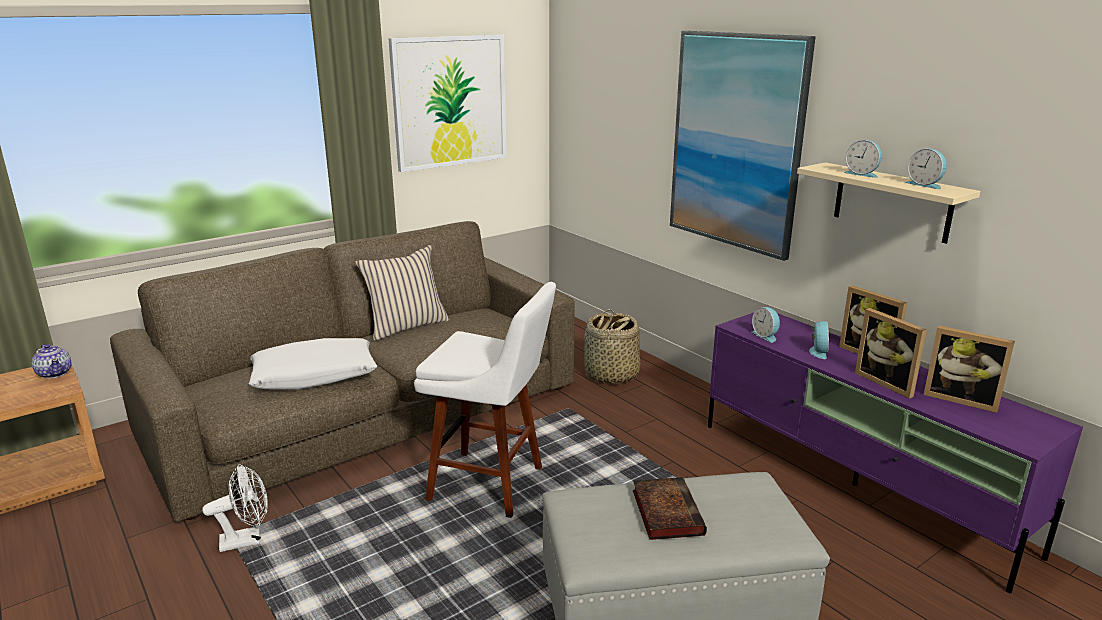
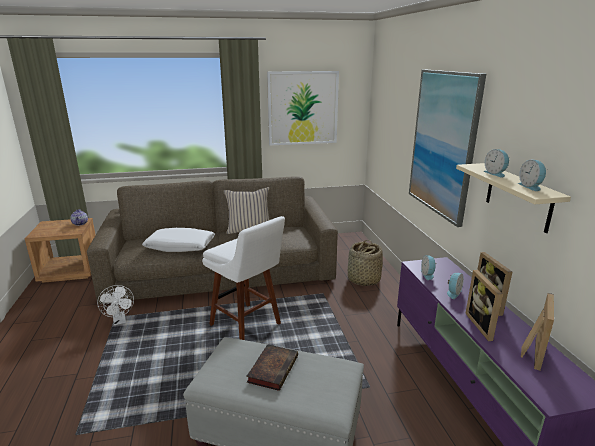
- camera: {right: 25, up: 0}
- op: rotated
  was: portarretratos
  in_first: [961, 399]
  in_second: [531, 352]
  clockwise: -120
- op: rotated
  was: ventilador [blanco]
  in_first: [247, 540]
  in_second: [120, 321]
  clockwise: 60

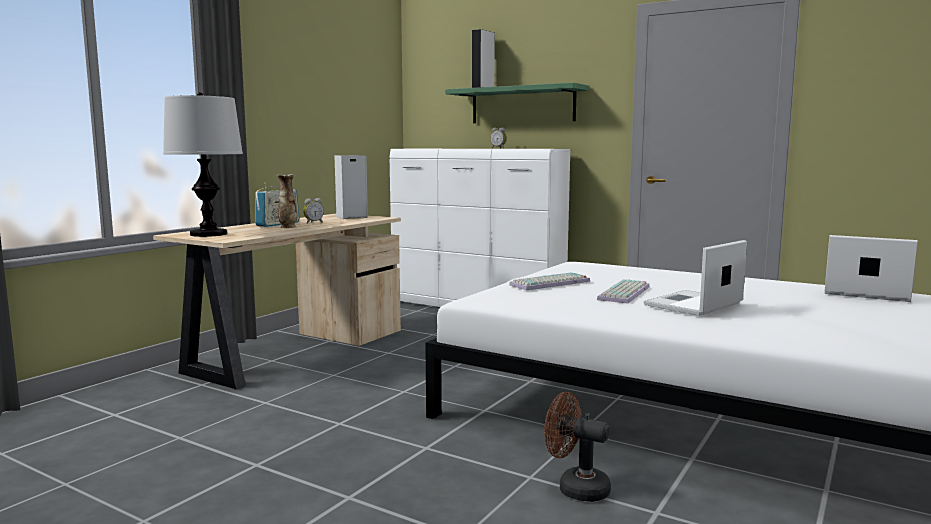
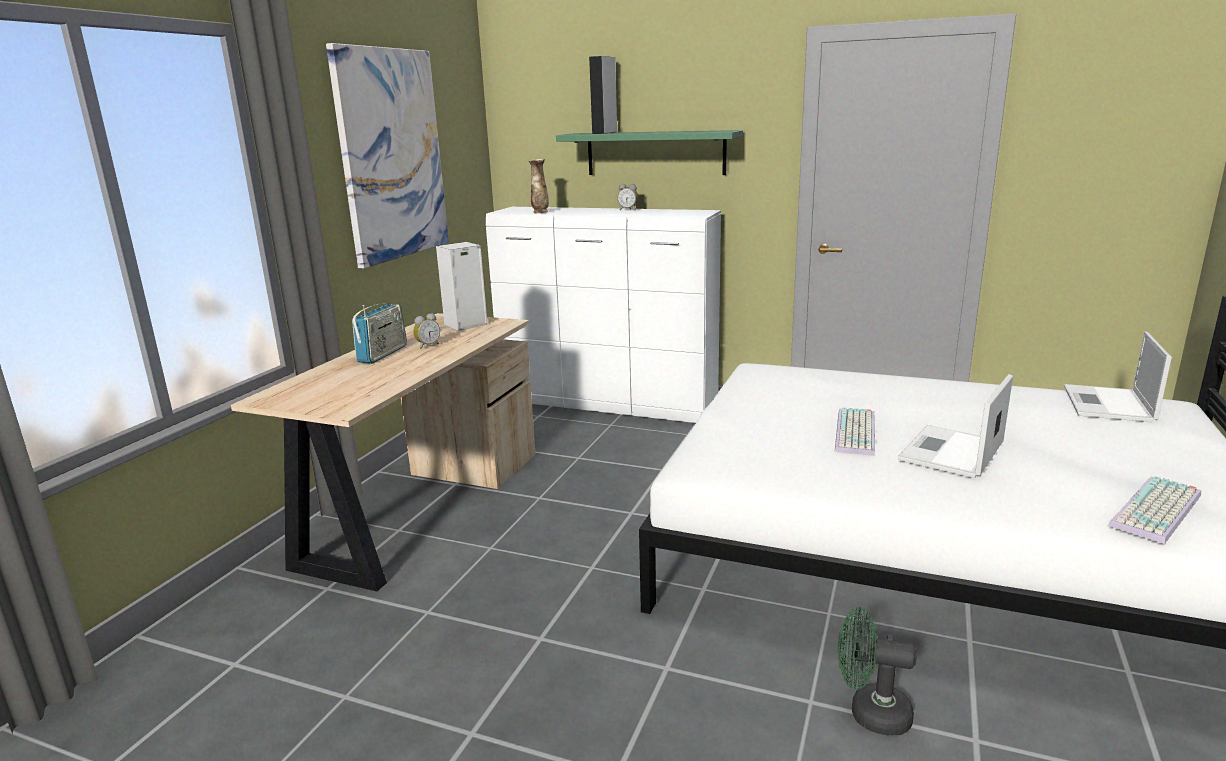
- camera: {right: -10, up: 10}
- op: gone
  was: lámpara de mesa
  in_first: [208, 234]
- op: shifted
  was: florero
  in_first: [288, 227]
  in_second: [540, 212]
- op: rotated
  was: portátil
  in_first: [864, 293]
  in_second: [1108, 405]
  clockwise: -90
- op: shifted
  was: teclado
  in_first: [550, 283]
  in_second: [1158, 511]
- op: repainted
  was: ventilador [marrón]
  now: ventilador [verde]
  in_first: [575, 488]
  in_second: [870, 713]
- op: new
  now: cuadro
  in_second: [391, 155]

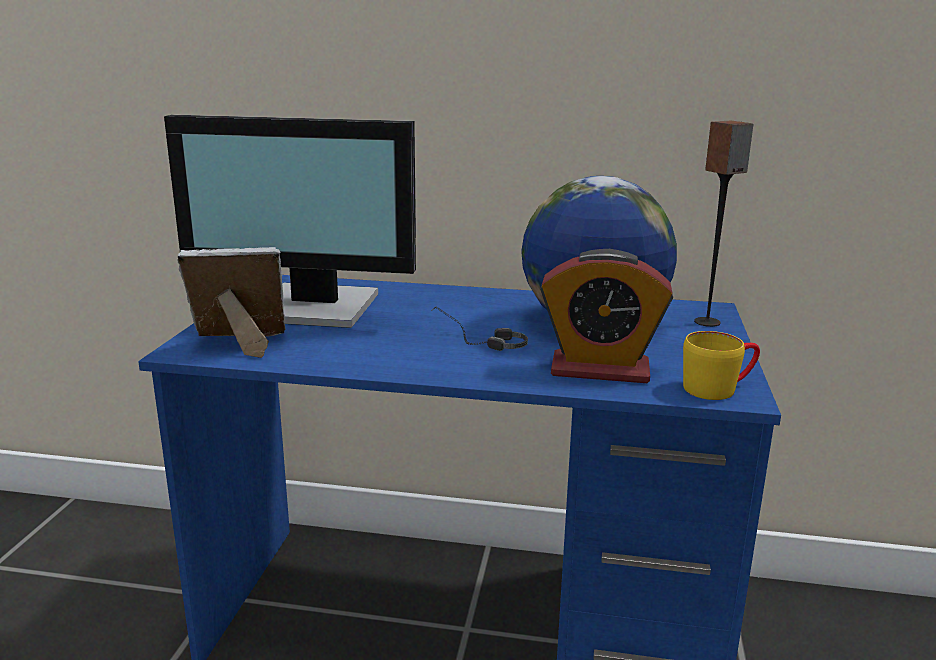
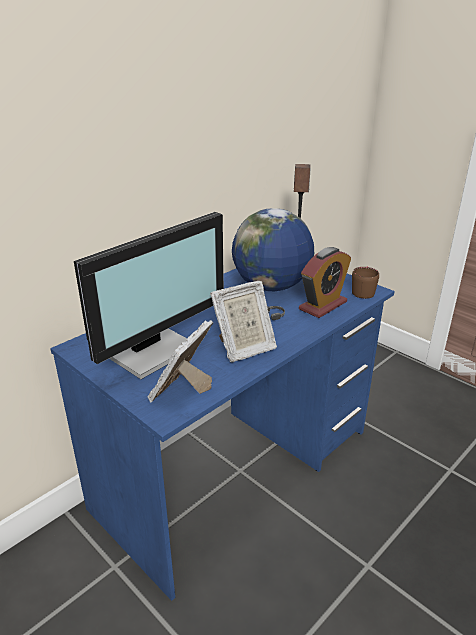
- camera: {right: -55, up: 10}
- op: repainted
  was: taza grande [amarillo]
  now: taza grande [marrón]
  in_first: [719, 387]
  in_second: [363, 290]
- op: new
  now: portarretratos
  in_second: [244, 349]

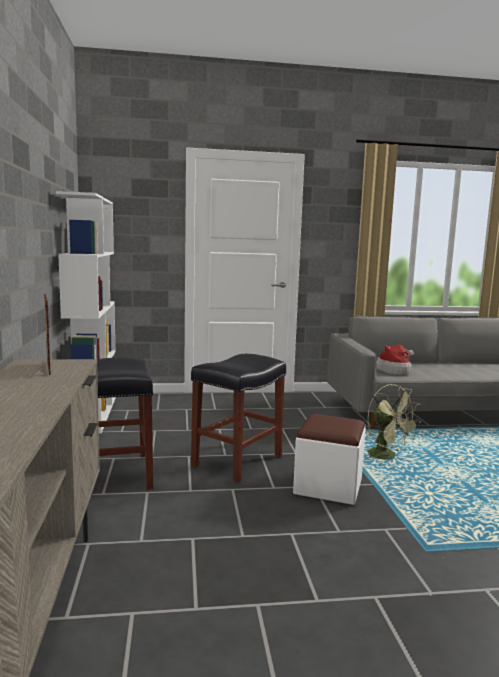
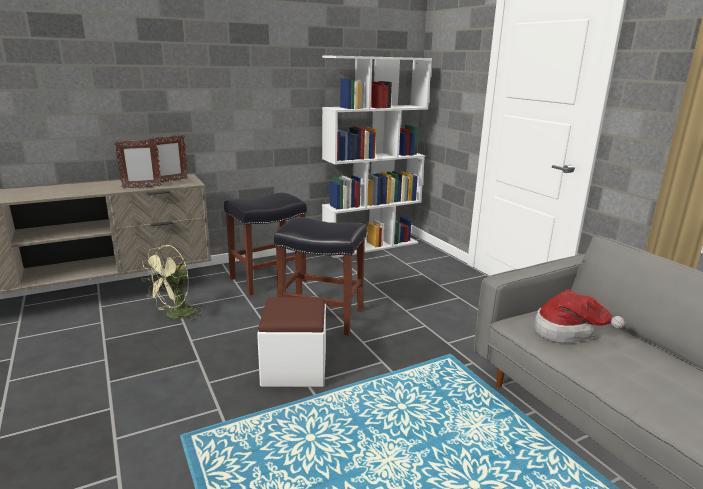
- camera: {right: 70, up: 10}
- op: shifted
  was: ventilador [verde]
  in_first: [387, 457]
  in_second: [176, 315]
- op: new
  now: portarretratos
  in_second: [141, 187]

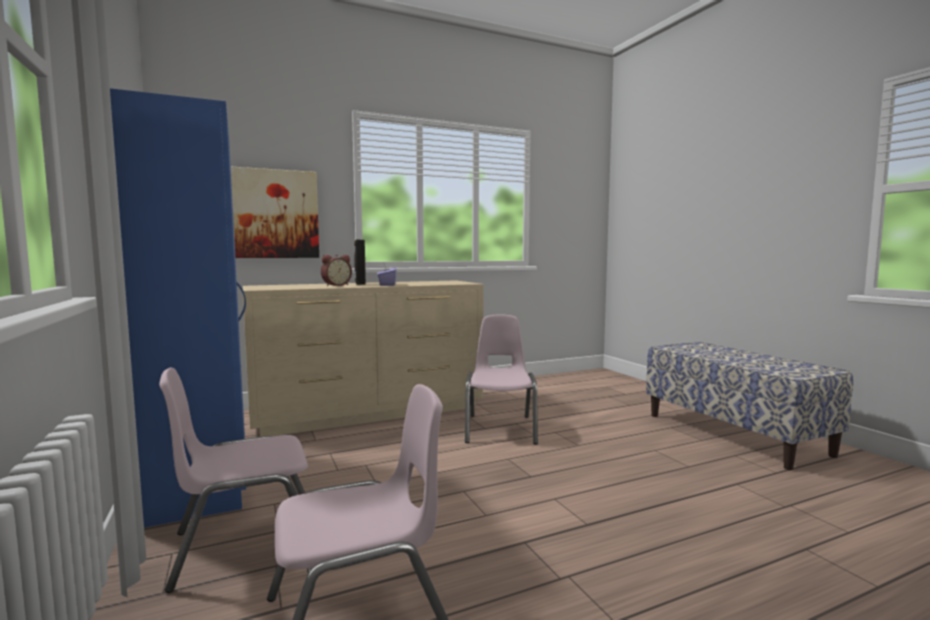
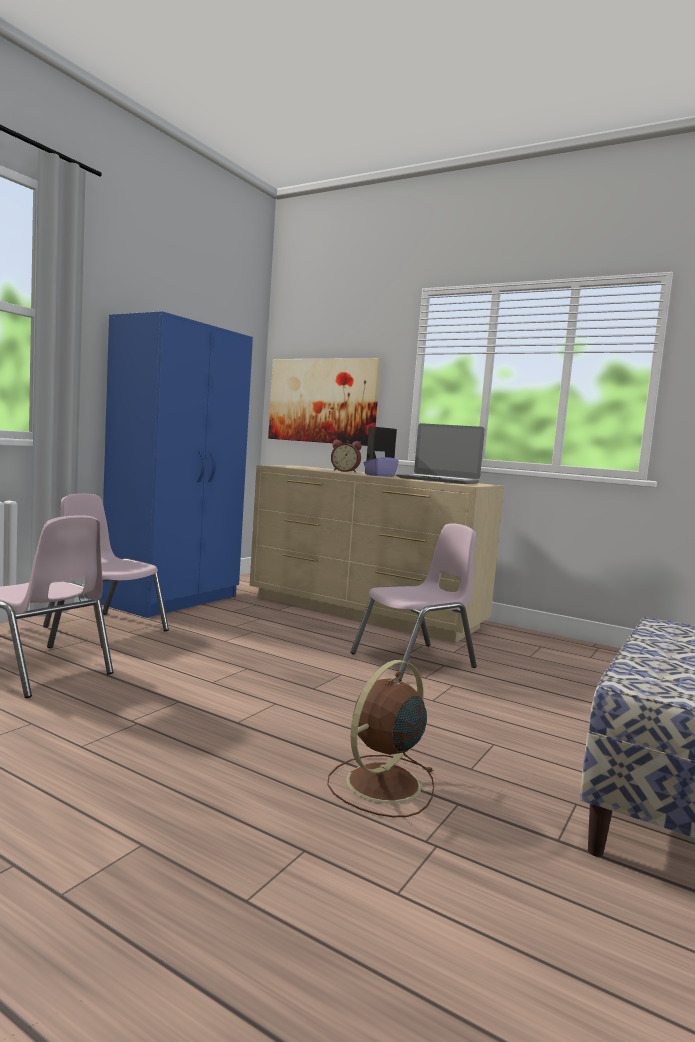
- camera: {right: 55, up: 0}
- op: new
  now: portátil
  in_second: [438, 480]
- op: new
  now: ventilador [marrón]
  in_second: [381, 785]

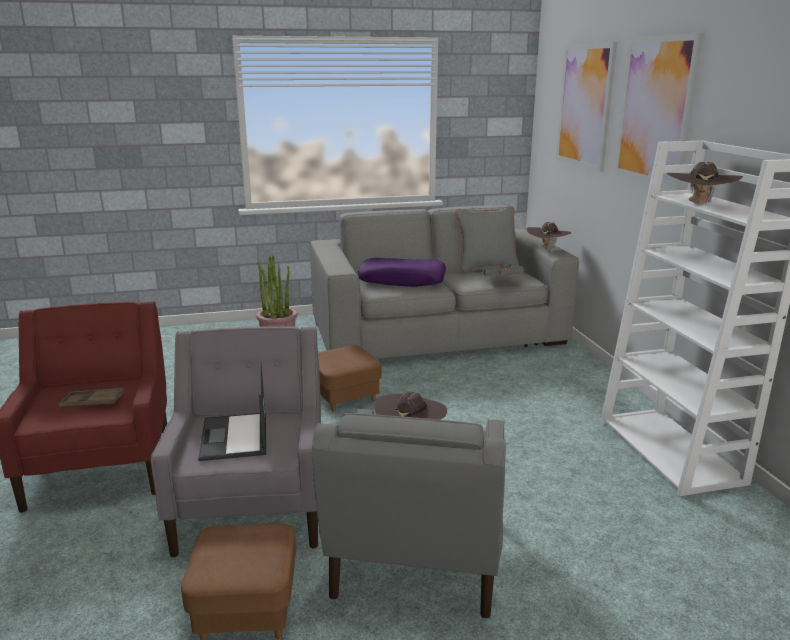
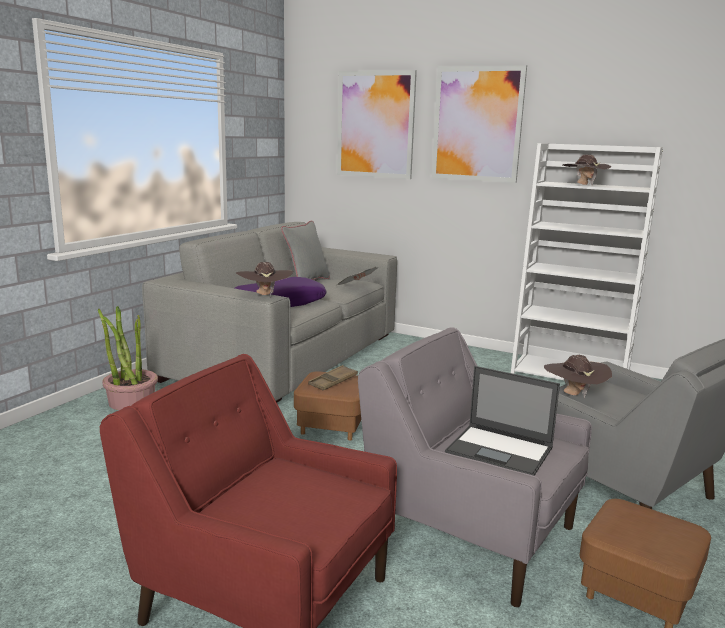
- camera: {right: -50, up: -5}
- op: shifted
  was: sombrero [marrón]
  in_first: [547, 249]
  in_second: [265, 295]
- op: shifted
  was: bandeja [marrón]
  in_first: [92, 402]
  in_second: [333, 381]

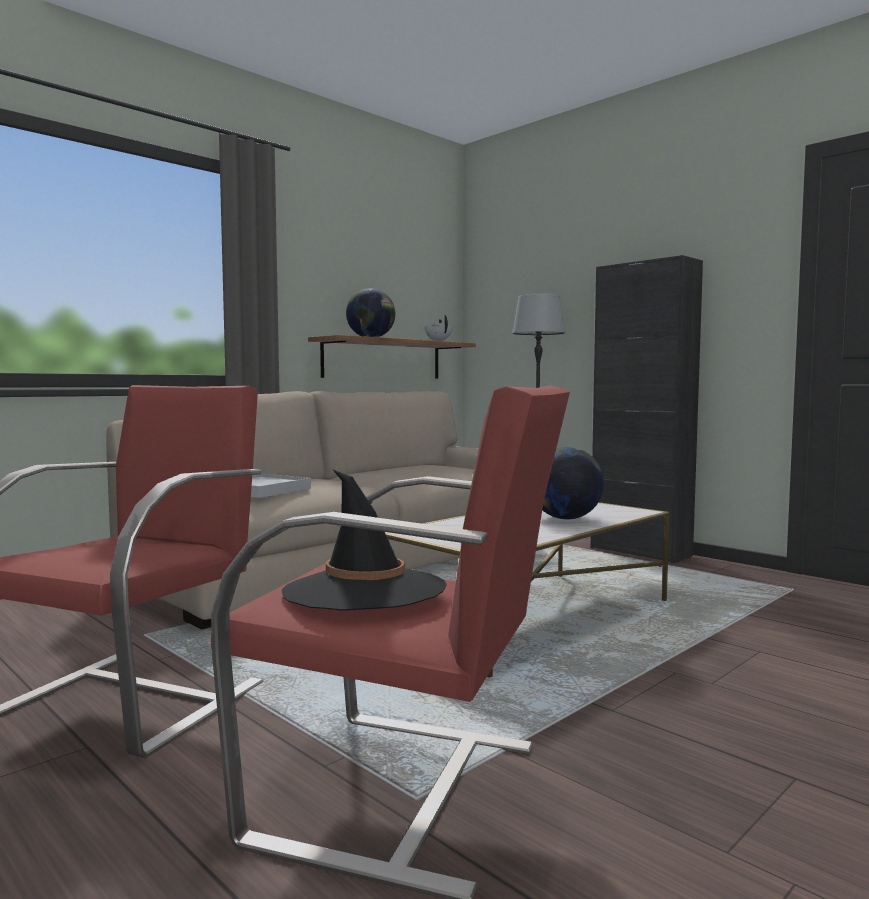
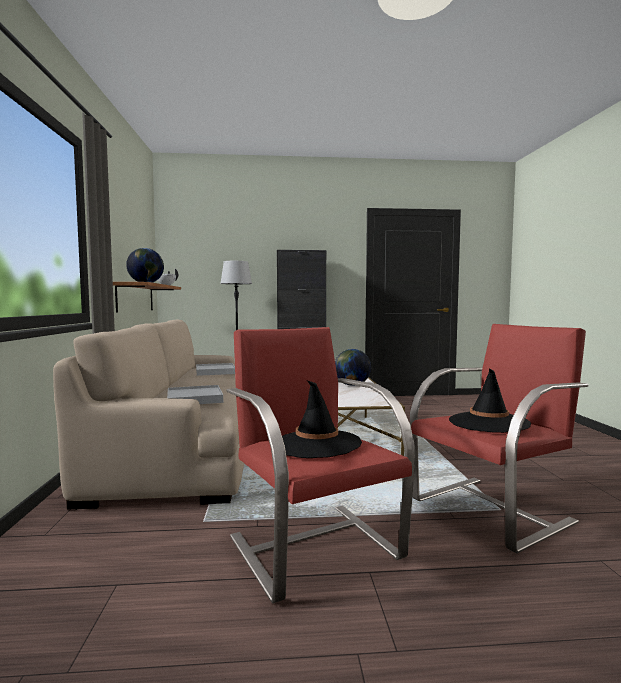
- camera: {right: -50, up: 0}
- op: new
  now: bandeja [blanco]
  in_second: [215, 371]
- op: new
  now: sombrero [negro]
  in_second: [316, 444]

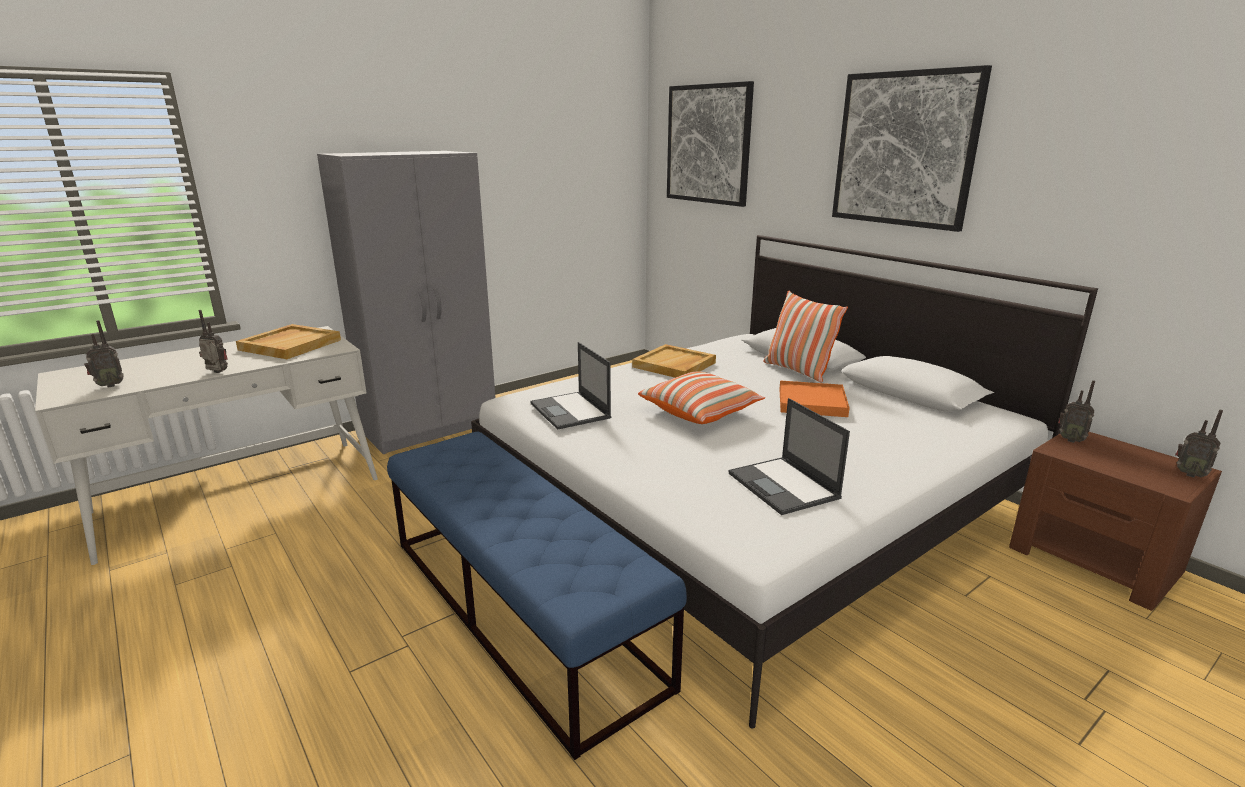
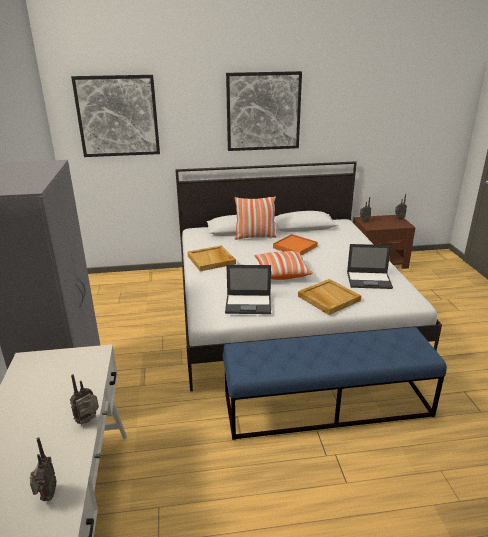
- camera: {right: -60, up: 5}
- op: shifted
  was: bandeja [beis]
  in_first: [290, 344]
  in_second: [328, 298]

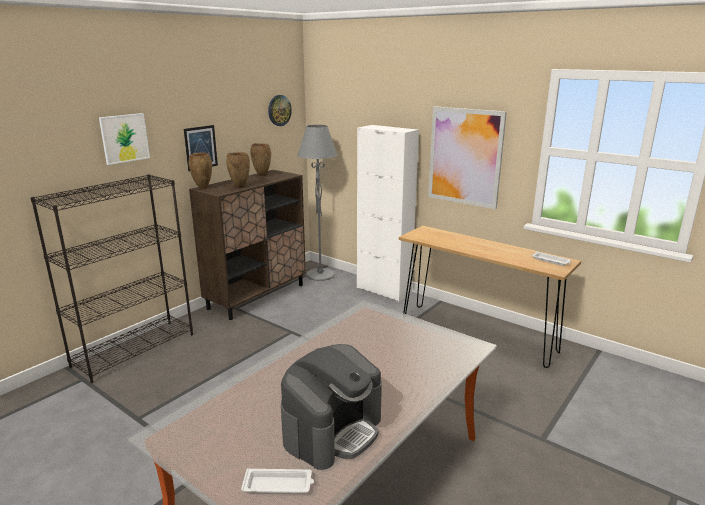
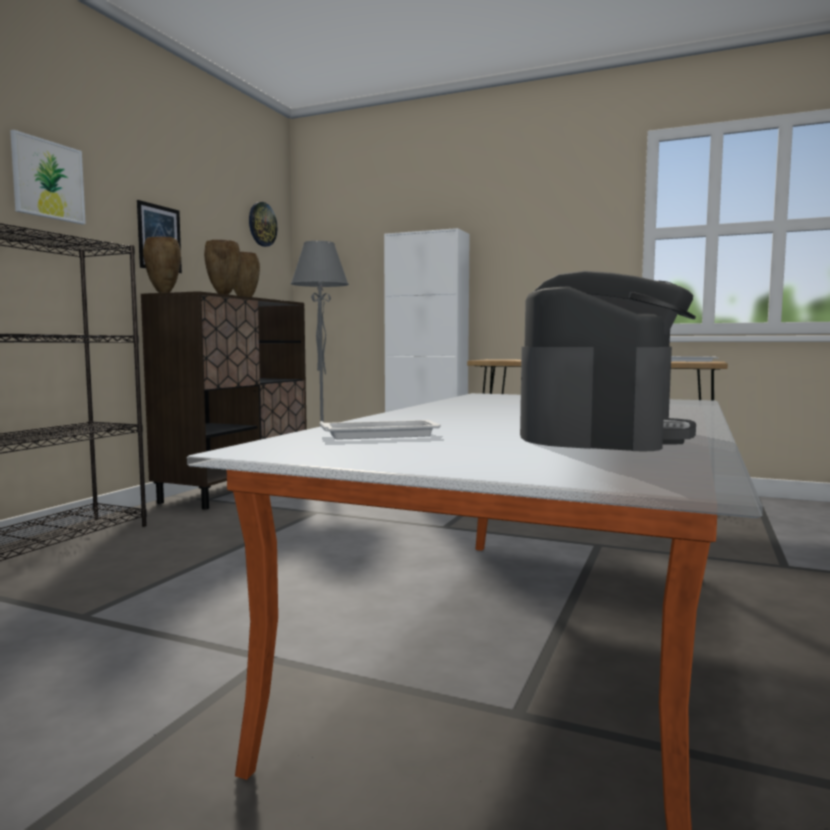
- camera: {right: -15, up: -15}
- op: gone
  was: cuadro
  in_first: [465, 157]
- op: shifted
  was: bandeja [blanco]
  in_first: [279, 485]
  in_second: [382, 435]

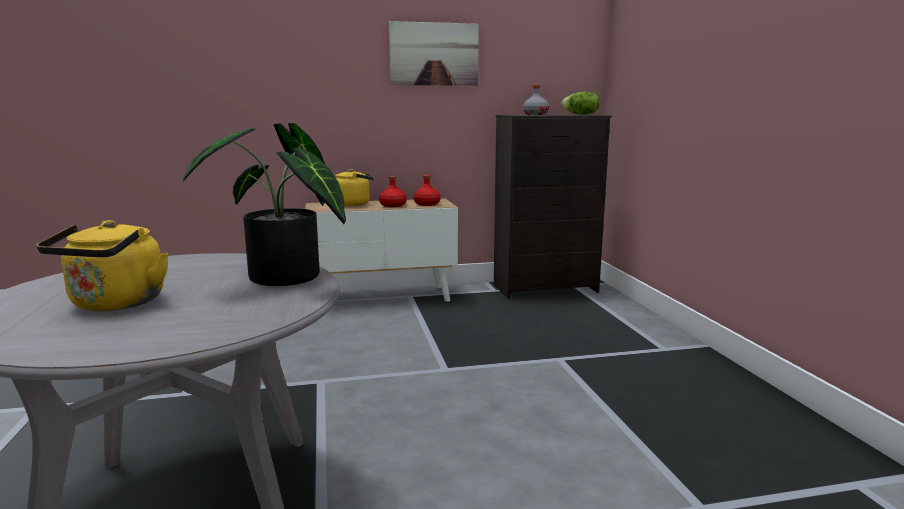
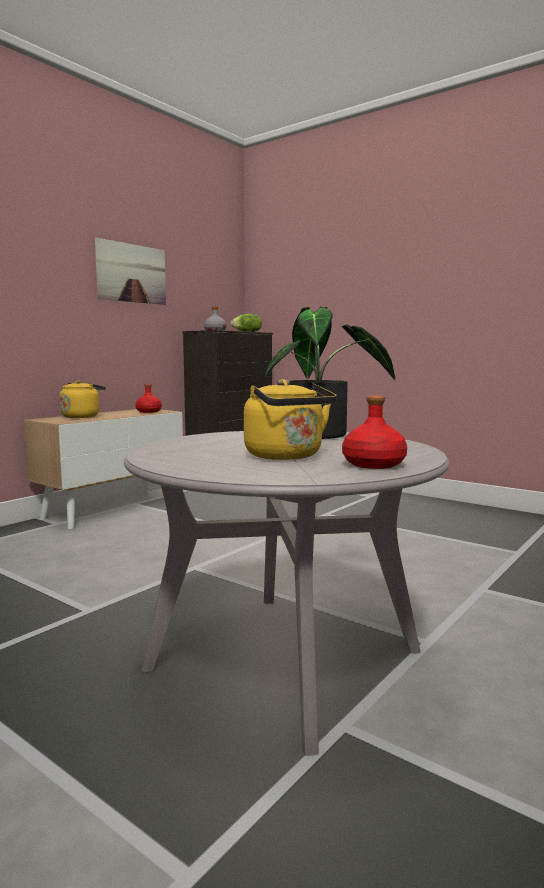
- camera: {right: -40, up: -5}
- op: shifted
  was: botella [rojo]
  in_first: [392, 205]
  in_second: [373, 464]

